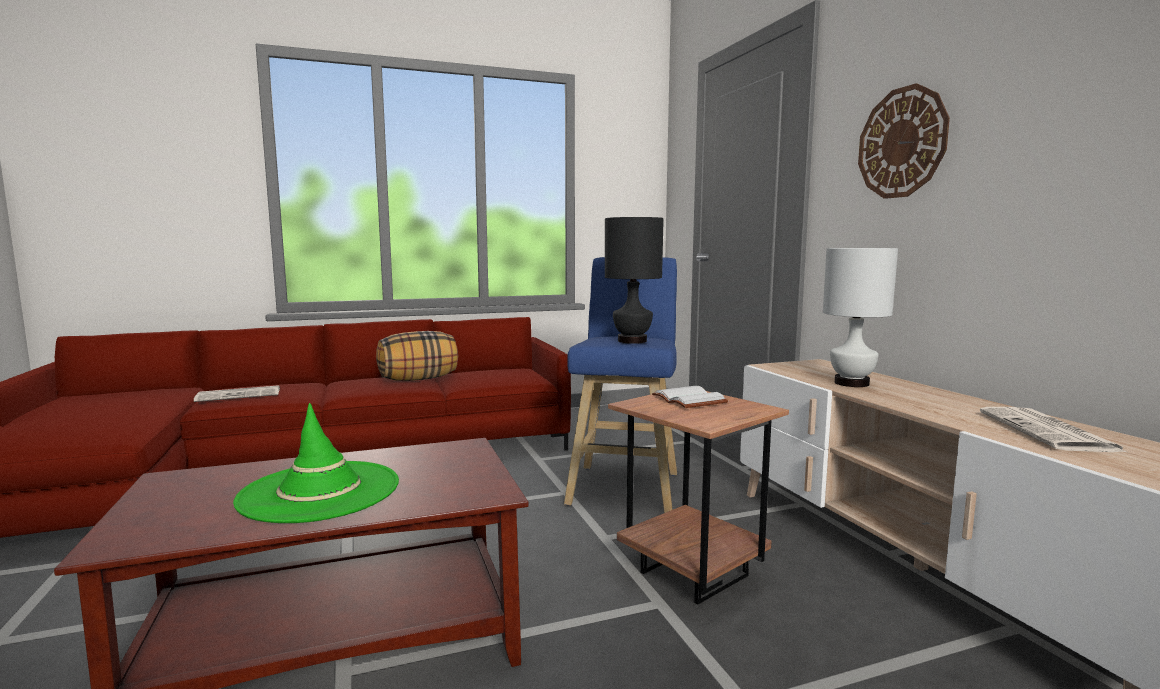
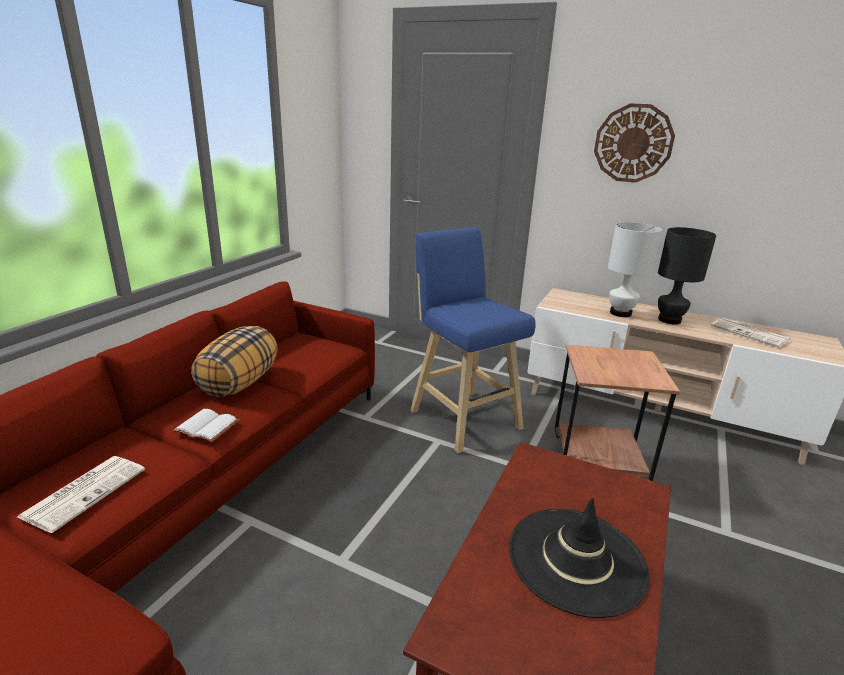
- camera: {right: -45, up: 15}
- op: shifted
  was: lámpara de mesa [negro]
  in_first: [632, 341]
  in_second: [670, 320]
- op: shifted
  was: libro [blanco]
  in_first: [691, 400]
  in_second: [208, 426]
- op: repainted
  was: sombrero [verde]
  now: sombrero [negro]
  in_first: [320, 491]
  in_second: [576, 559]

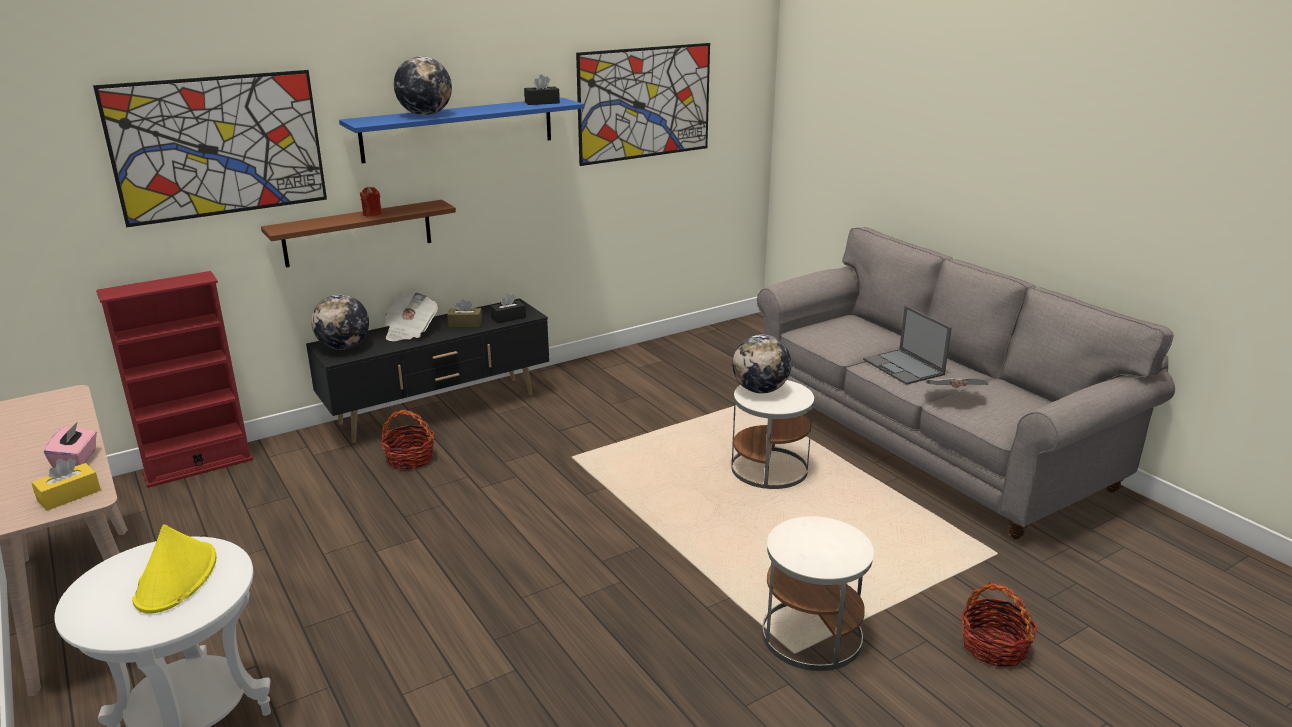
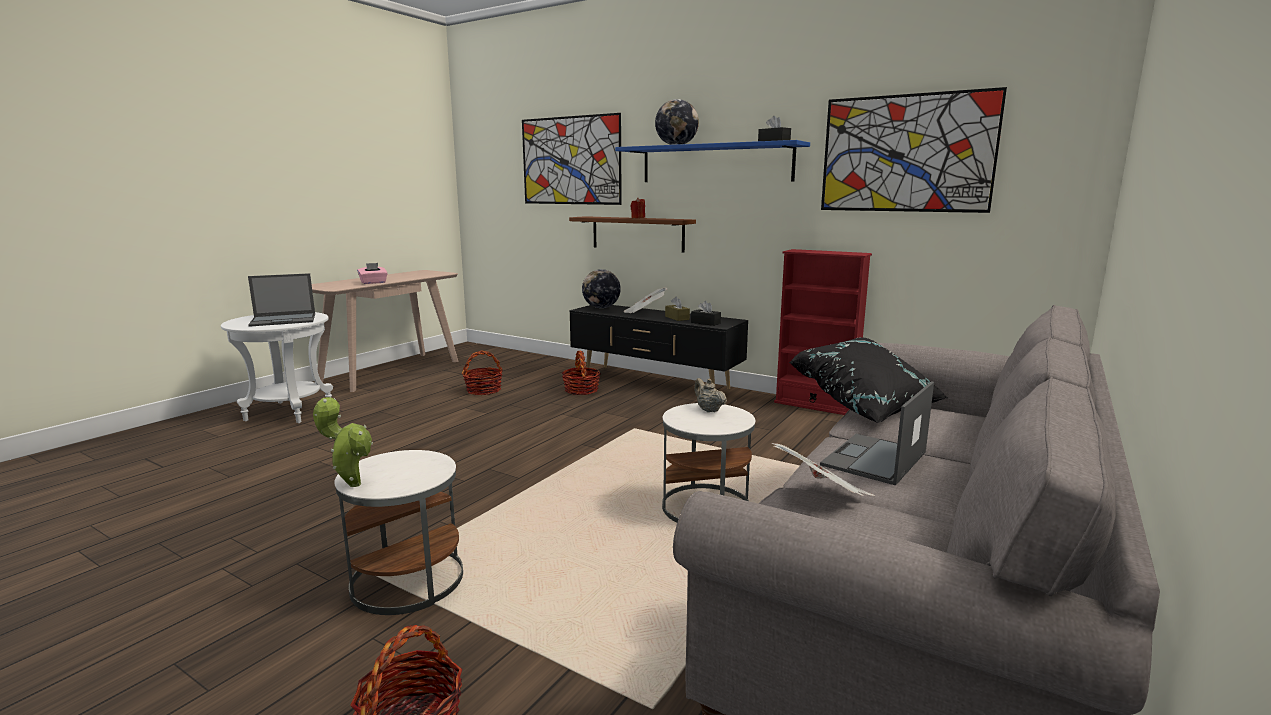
- camera: {right: 65, up: -10}
- op: shifted
  was: estantería [rojo]
  in_first: [198, 466]
  in_second: [815, 405]
- op: swapped
  was: globo terráqueo
  now: tetera [beis]
  in_first: [760, 390]
  in_second: [708, 410]
- op: gone
  was: caja de pañuelos [amarillo]
  in_first: [69, 495]
- op: swapped
  was: sombrero [amarillo]
  now: portátil
  in_first: [176, 578]
  in_second: [284, 320]
- op: new
  now: cojín [negro]
  in_second: [866, 405]
- op: new
  now: cesta
  in_second: [483, 390]
- op: new
  now: planta en maceta
  in_second: [351, 484]

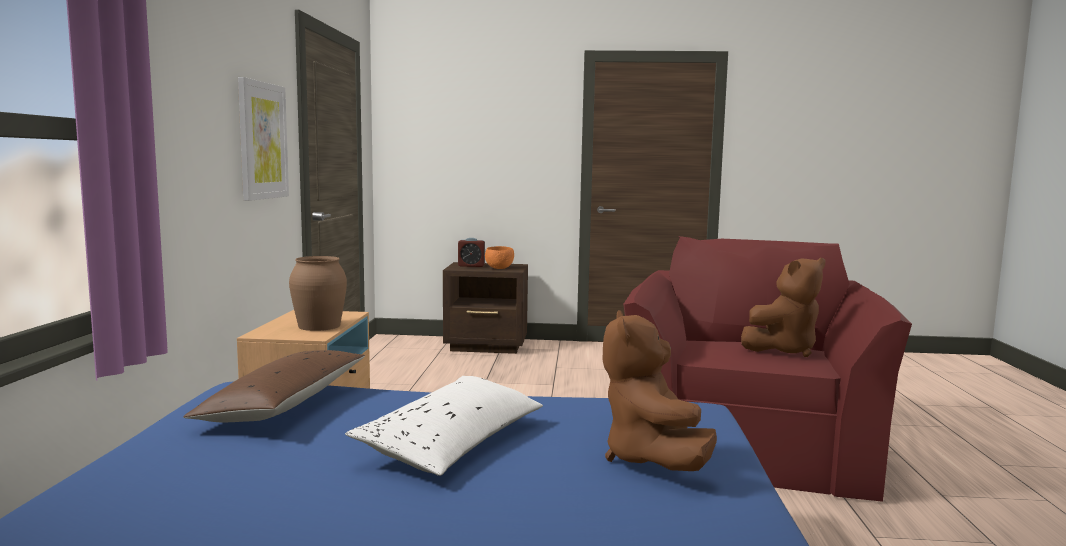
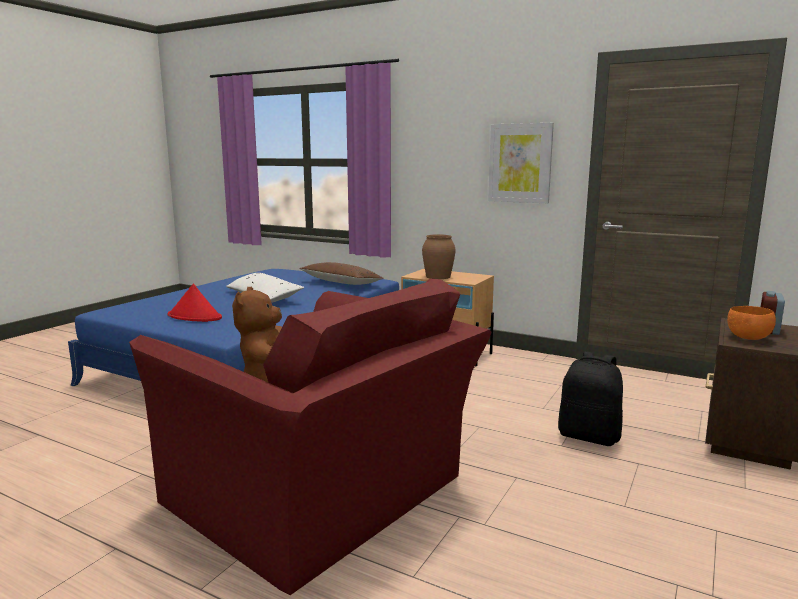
- camera: {right: 115, up: 5}
- op: swapped
  was: peluche [marrón]
  now: sombrero [rojo]
  in_first: [651, 459]
  in_second: [195, 317]
- op: new
  now: mochila [negro]
  in_second: [589, 436]

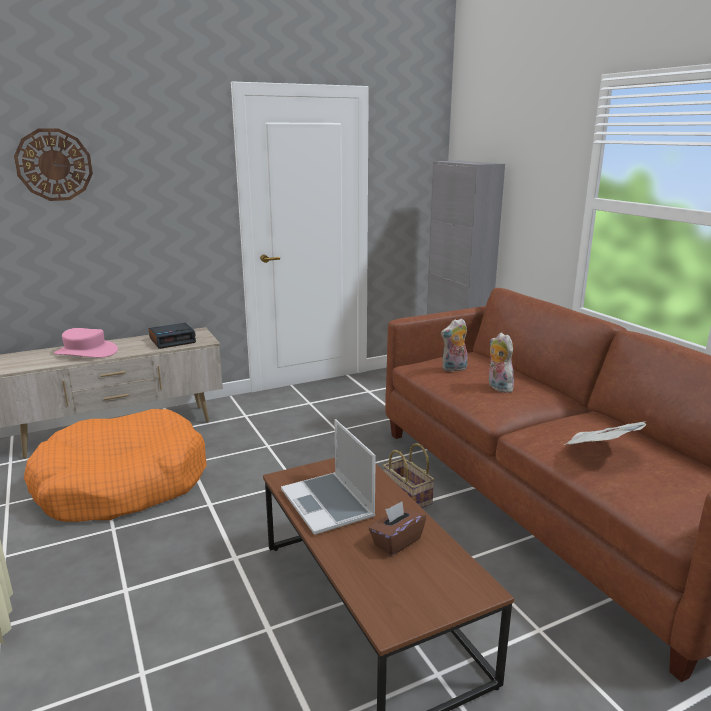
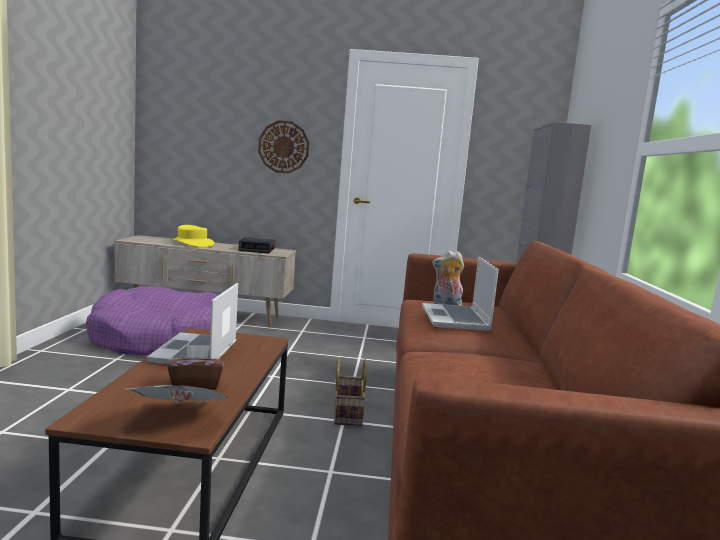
- camera: {right: 30, up: -10}
- op: shifted
  was: reloj de pared
  in_first: [54, 165]
  in_second: [283, 147]
- op: repainted
  was: sombrero [rosa]
  now: sombrero [amarillo]
  in_first: [86, 352]
  in_second: [192, 243]
- op: swapped
  was: peluche
  now: portátil
  in_first: [497, 387]
  in_second: [456, 319]
- op: repainted
  was: cama para perro [naranja]
  now: cama para perro [morado]
  in_first: [122, 483]
  in_second: [160, 340]
- op: shifted
  was: periódico
  in_first: [600, 451]
  in_second: [179, 419]

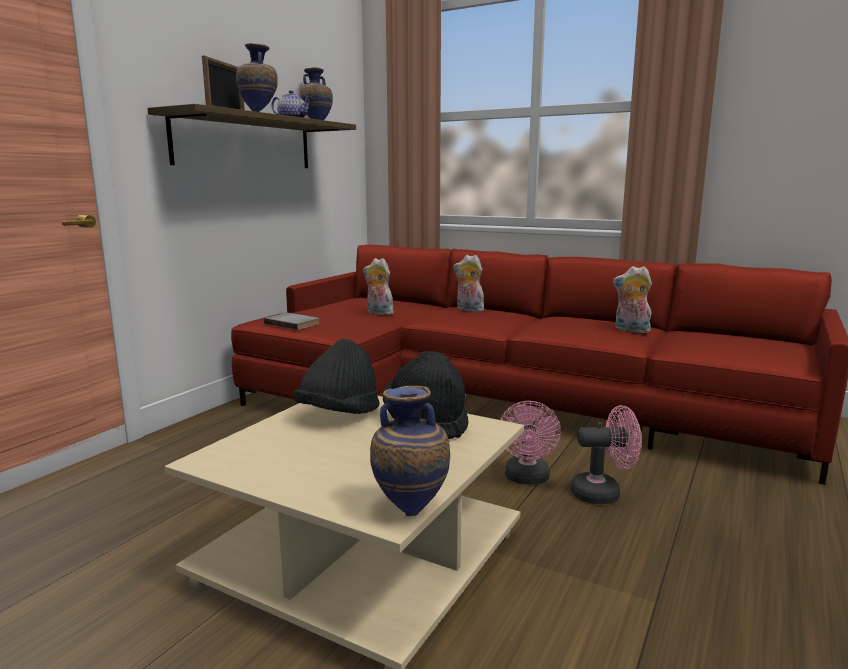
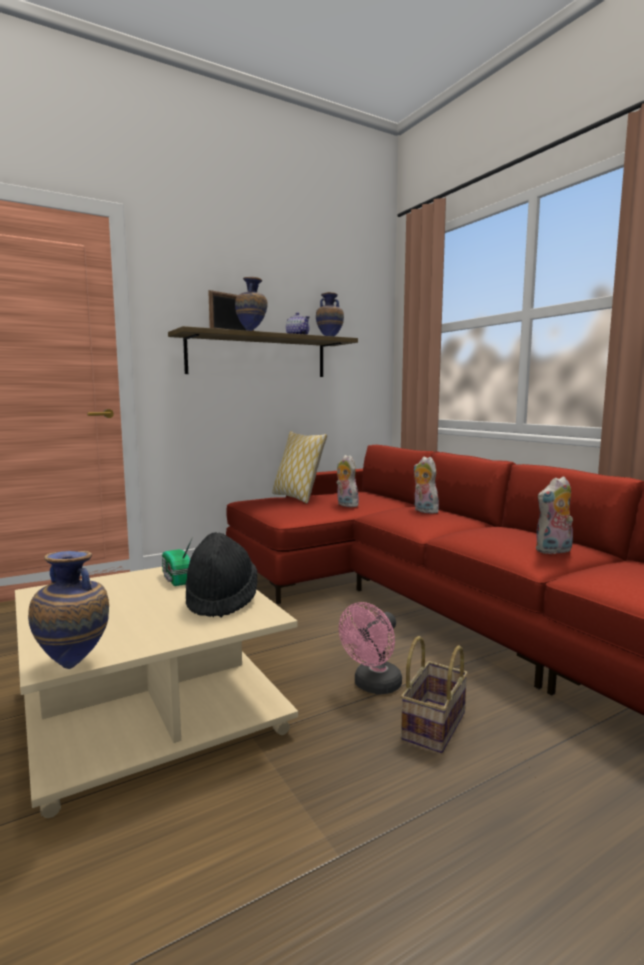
- camera: {right: 30, up: -5}
- op: rotated
  was: peluche
  in_first: [631, 331]
  in_second: [554, 551]
  clockwise: -75
- op: gone
  was: libro [gris]
  in_first: [293, 323]
- op: swapped
  was: sombrero [negro]
  now: radio
  in_first: [339, 414]
  in_second: [176, 579]
- op: swapped
  was: ventilador [rosa]
  now: cesta
  in_first: [603, 493]
  in_second: [433, 724]
- op: new
  now: cojín
  in_second: [297, 498]

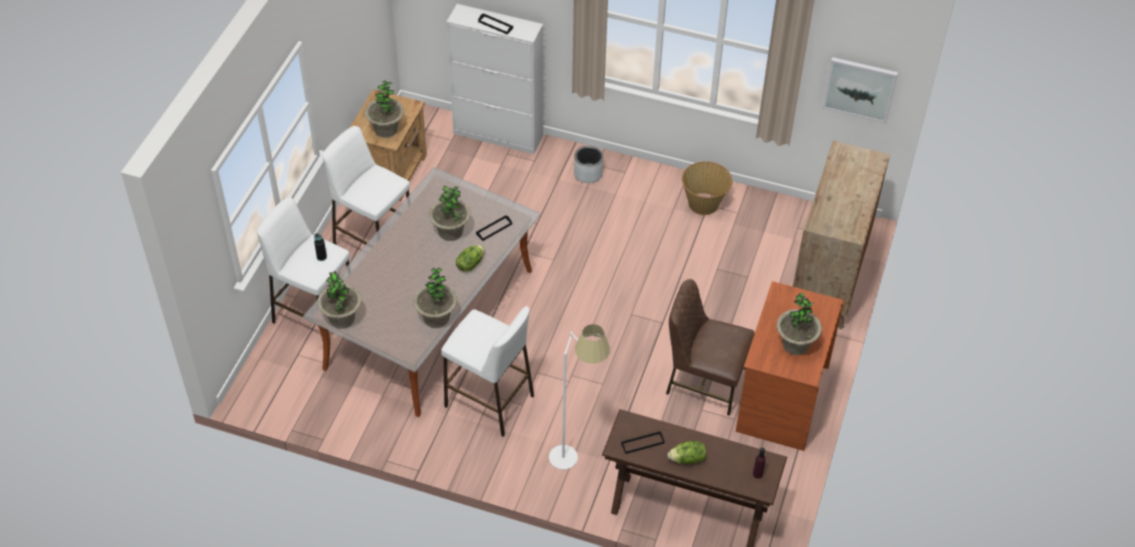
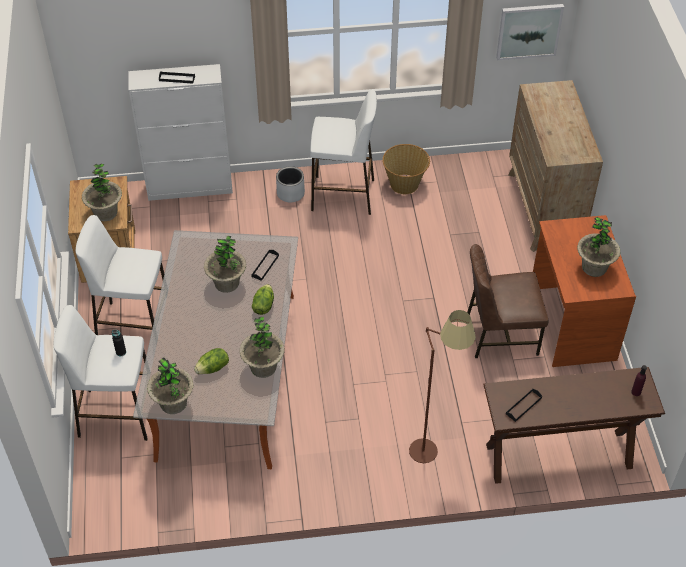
- camera: {right: -25, up: 0}
- op: shifted
  was: taburete [blanco]
  in_first: [490, 401]
  in_second: [343, 195]
- op: repainted
  was: lámpara de pie [blanco]
  now: lámpara de pie [marrón]
  in_first: [576, 456]
  in_second: [434, 445]
- op: shifted
  was: lechuga
  in_first: [687, 459]
  in_second: [213, 368]

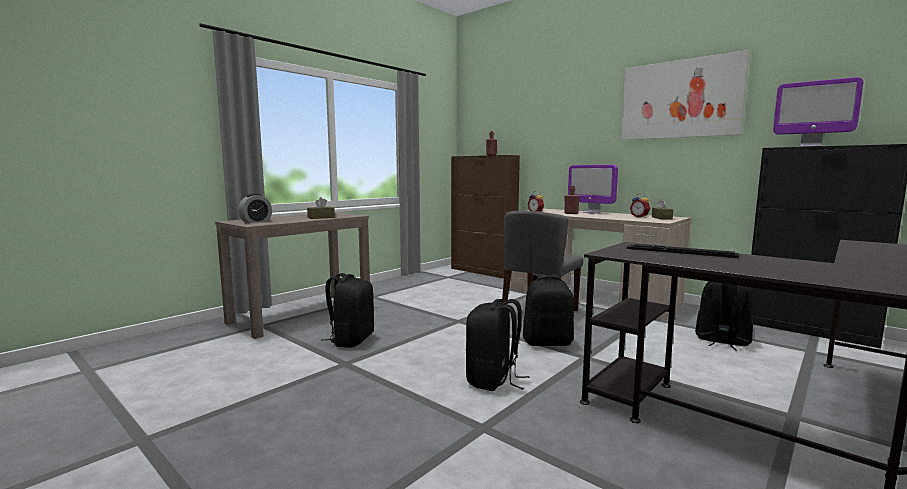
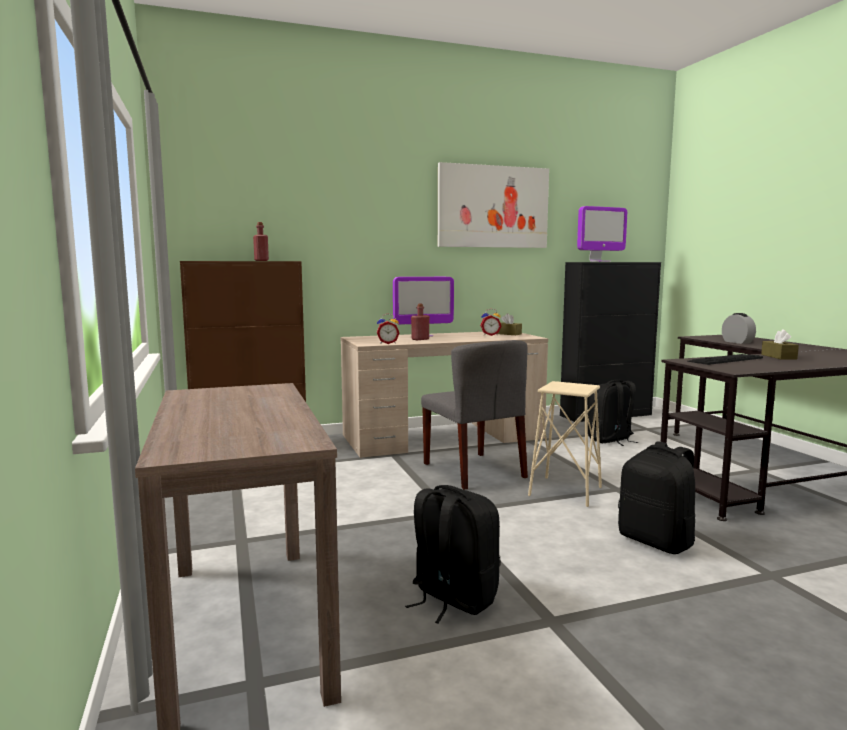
- camera: {right: -60, up: 0}
- op: shifted
  was: despertador
  in_first: [256, 221]
  in_second: [737, 342]
- op: shifted
  was: caja de pañuelos [marrón]
  in_first: [321, 217]
  in_second: [778, 357]
- op: swapped
  was: mochila [negro]
  now: taburete [beis]
  in_first: [547, 342]
  in_second: [565, 491]

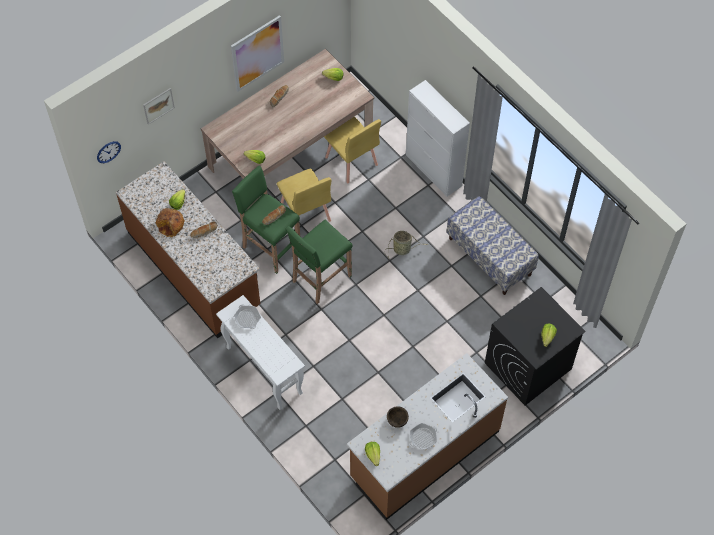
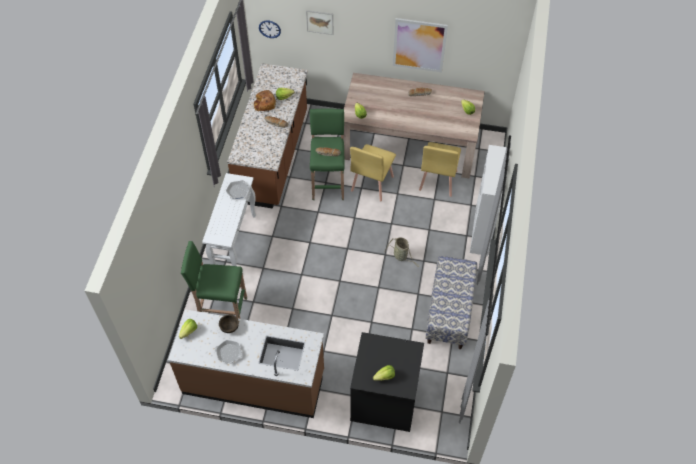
- camera: {right: 50, up: -5}
- op: shifted
  was: taburete [verde]
  in_first: [320, 279]
  in_second: [222, 310]

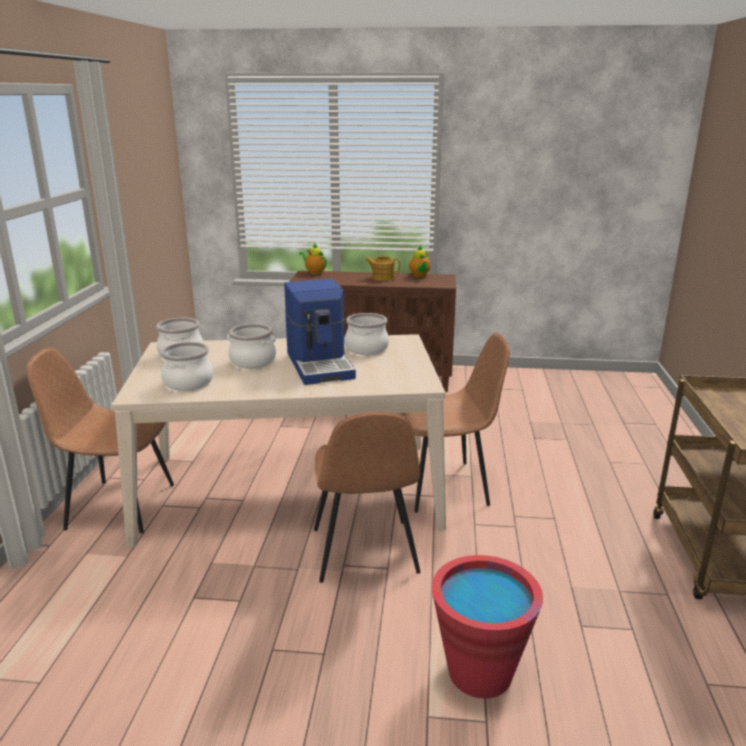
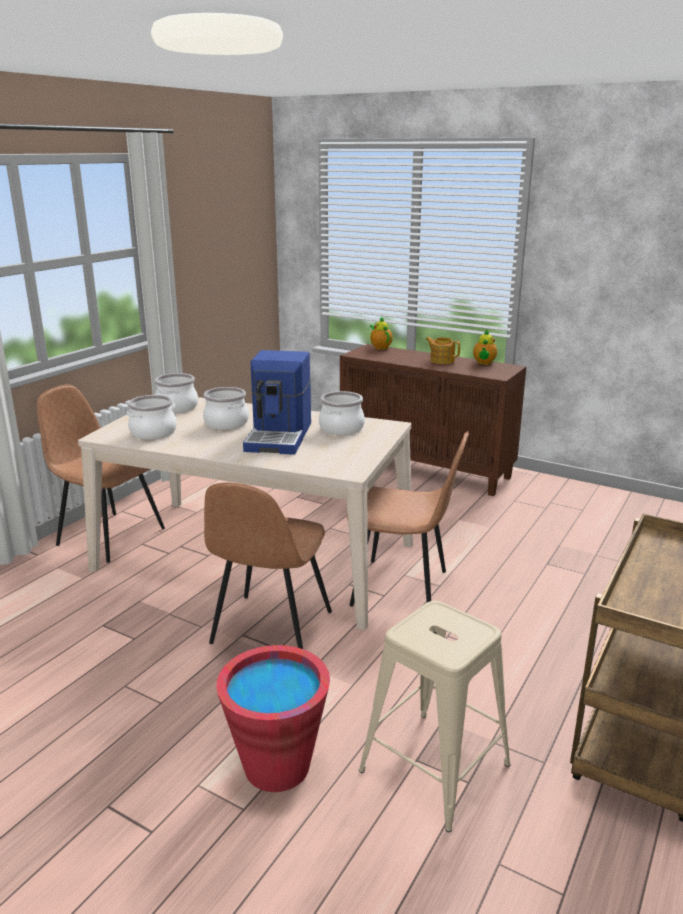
- camera: {right: 25, up: 0}
- op: new
  now: taburete [beis]
  in_second: [434, 768]

